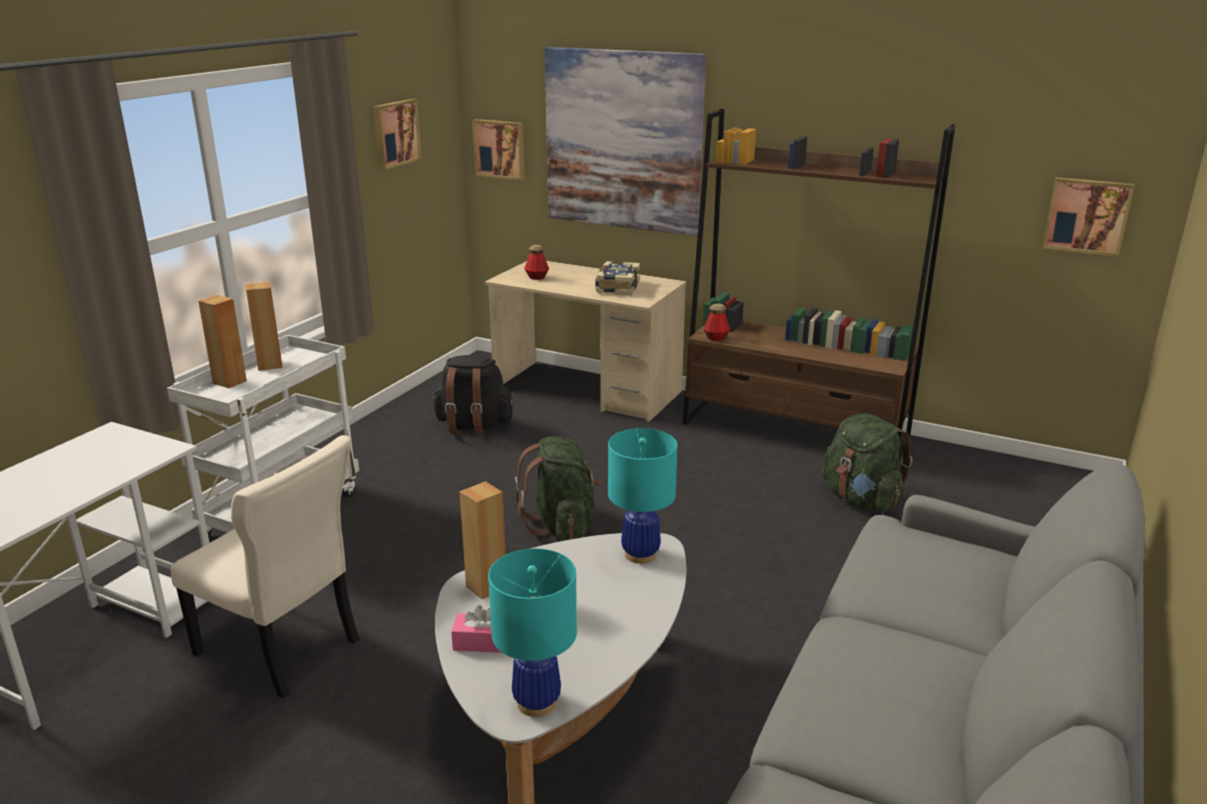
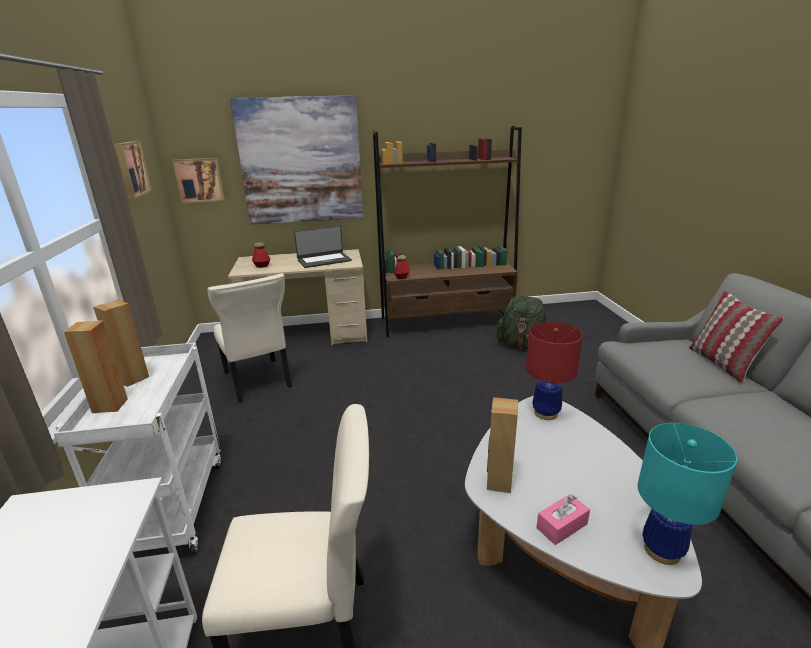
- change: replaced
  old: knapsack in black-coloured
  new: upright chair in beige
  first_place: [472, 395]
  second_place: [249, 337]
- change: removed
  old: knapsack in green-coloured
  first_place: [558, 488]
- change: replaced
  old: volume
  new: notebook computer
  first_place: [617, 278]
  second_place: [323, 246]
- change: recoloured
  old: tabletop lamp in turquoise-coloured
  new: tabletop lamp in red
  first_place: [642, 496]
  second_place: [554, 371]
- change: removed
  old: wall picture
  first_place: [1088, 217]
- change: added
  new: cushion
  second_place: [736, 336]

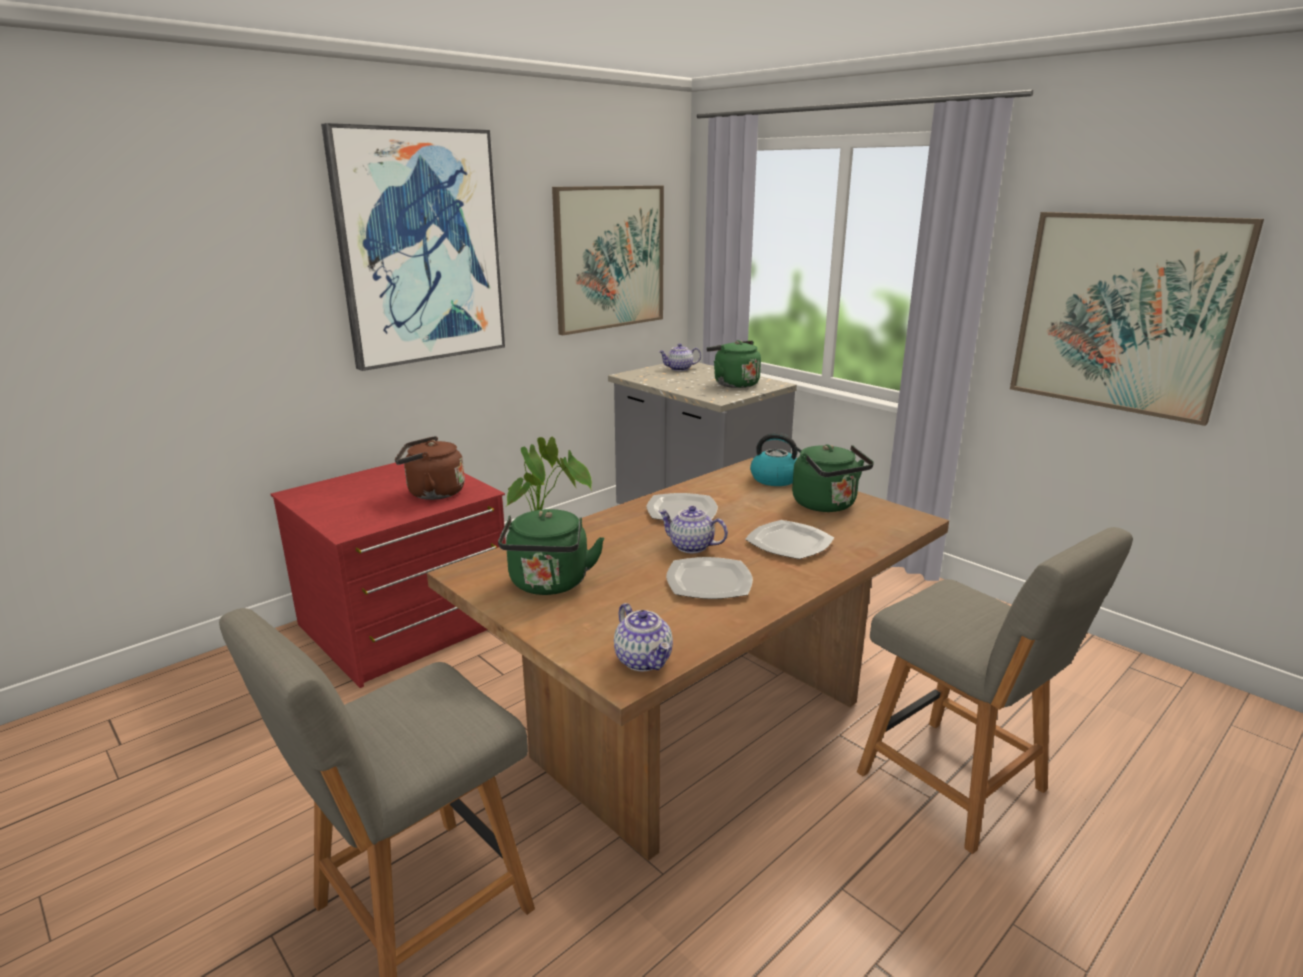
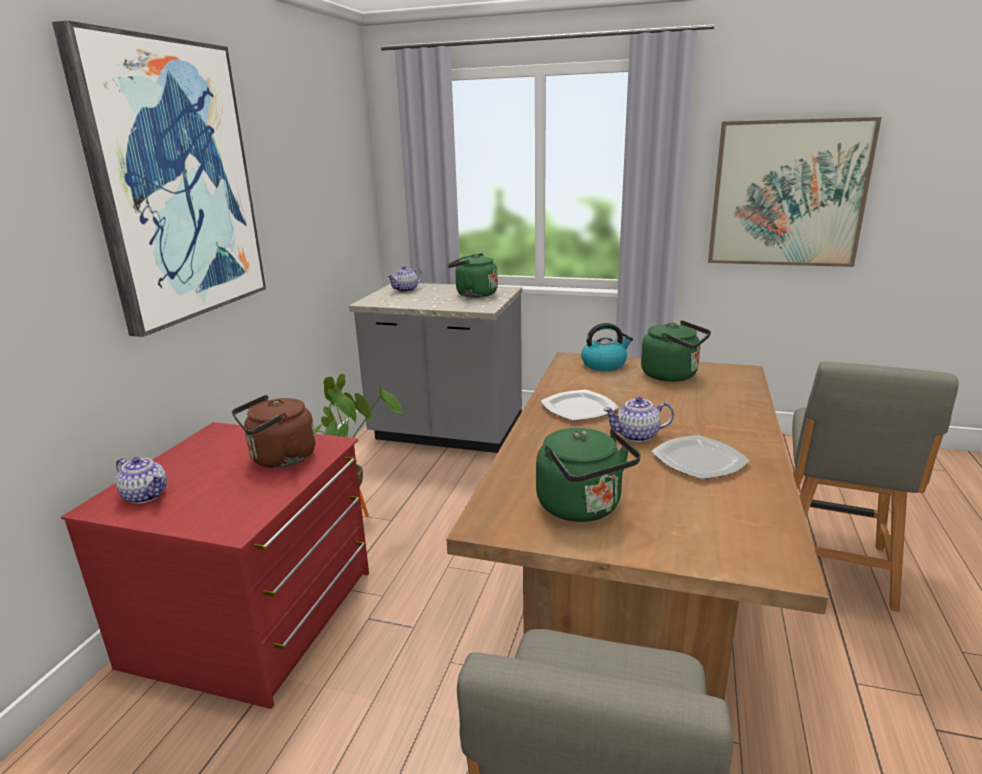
- change: removed
  old: wall picture
  first_place: [608, 260]
- change: moved
  old: teapot
  first_place: [643, 637]
  second_place: [141, 480]
- change: removed
  old: plate
  first_place: [789, 539]
- change: turned
  old: upright chair in grey
  first_place: [995, 690]
  second_place: [875, 486]
  degrees: 90

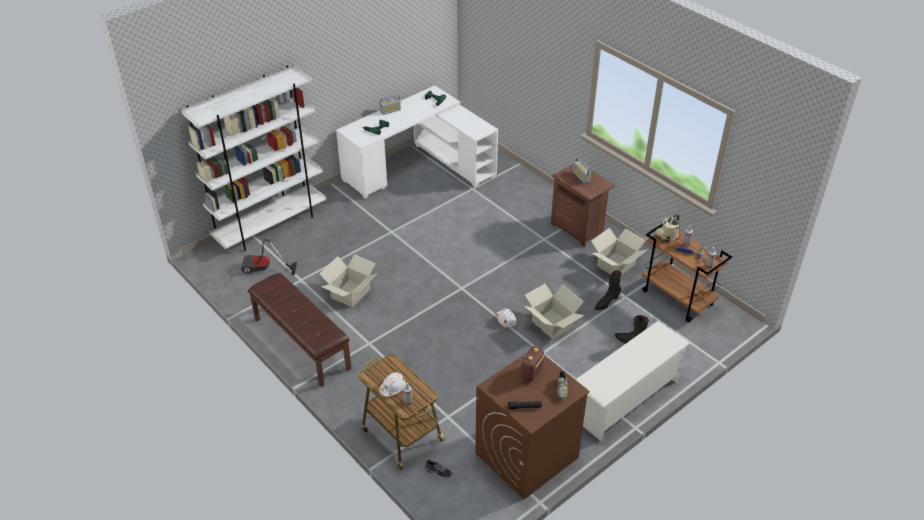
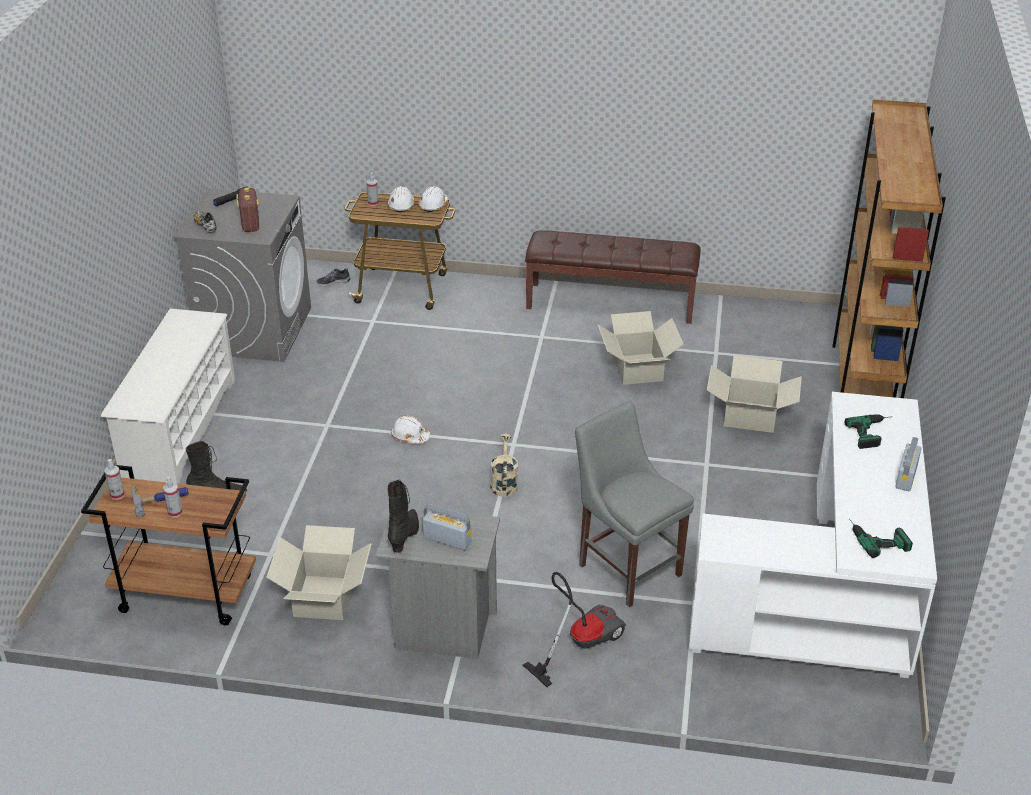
- change: recoloured
  old: bookcase in white
  new: bookcase in brown-coloured
  first_place: [253, 158]
  second_place: [889, 248]
- change: moved
  old: vacuum cleaner
  first_place: [269, 257]
  second_place: [574, 629]
- change: recoloured
  old: laundry appliance in brown-coloured
  new: laundry appliance in grey
  first_place: [532, 425]
  second_place: [242, 275]
- change: moved
  old: packing box
  first_place: [554, 311]
  second_place: [754, 394]
- change: recoloured
  old: bedside table in brown-coloured
  new: bedside table in grey
  first_place: [583, 205]
  second_place: [437, 583]
- change: moved
  old: tall boot in black-coloured
  first_place: [608, 290]
  second_place: [403, 516]
- change: moved
  old: watering pot in beige
  first_place: [668, 228]
  second_place: [504, 465]
- change: added
  new: hard hat in white
  second_place: [433, 199]
- change: added
  new: upright chair in grey
  second_place: [634, 504]

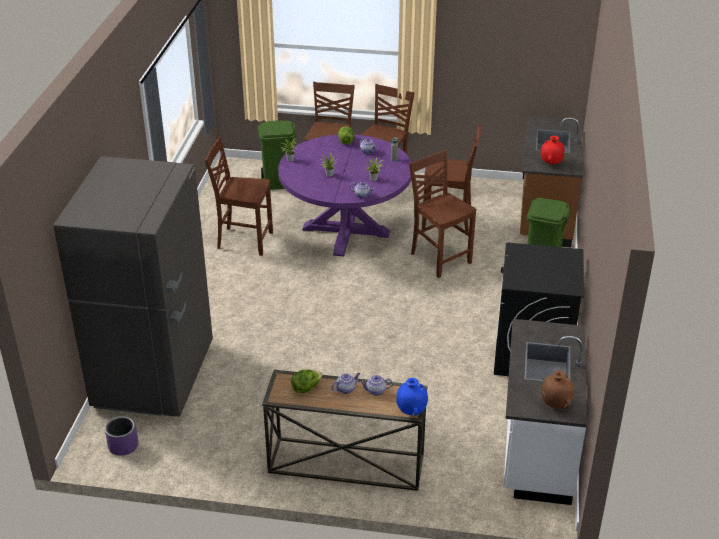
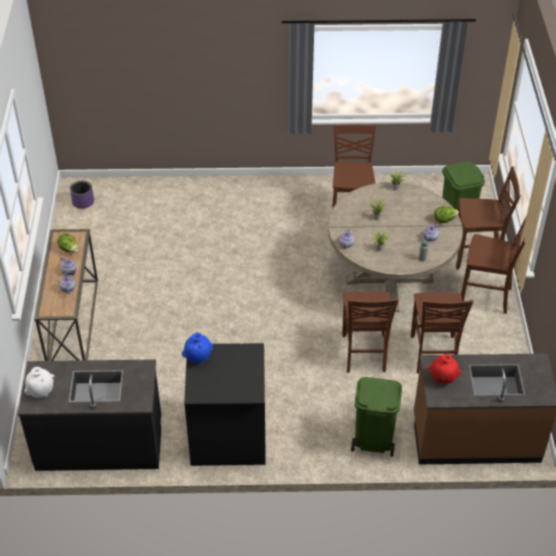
- change: removed
  old: fridge in grey
  first_place: [133, 286]
- change: recoloured
  old: dinner table in purple
  new: dinner table in beige
  first_place: [345, 195]
  second_place: [395, 247]
- change: moved
  old: decorative vase in bluish
  first_place: [412, 396]
  second_place: [198, 348]
- change: turned
  old: upright chair in brown-coloured
  first_place: [442, 213]
  second_place: [370, 332]
  degrees: 135
- change: recoloured
  old: kitchen counter in white
  new: kitchen counter in black-coloured
  first_place: [545, 412]
  second_place: [89, 415]
- change: recoloured
  old: decorative vase in brown-coloured
  new: decorative vase in white
  first_place: [557, 389]
  second_place: [39, 382]

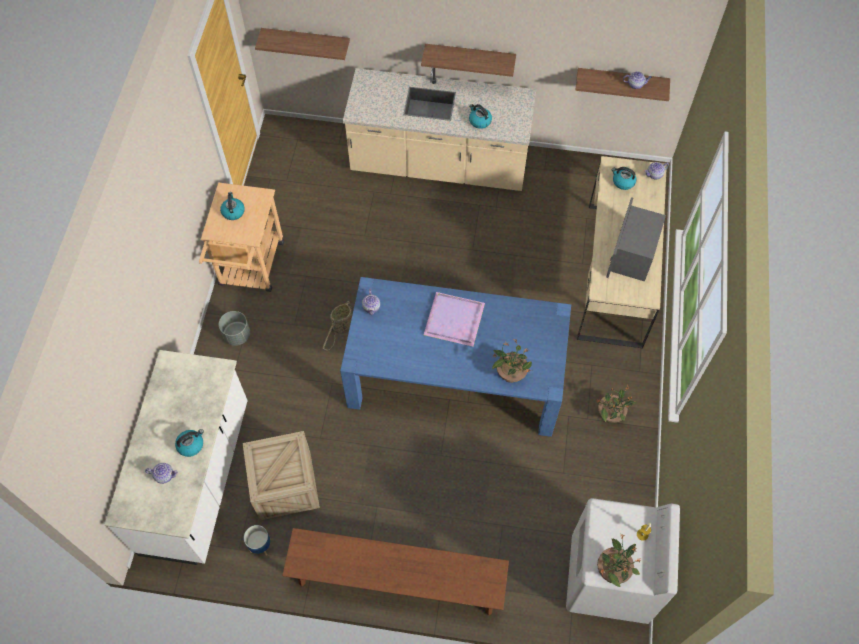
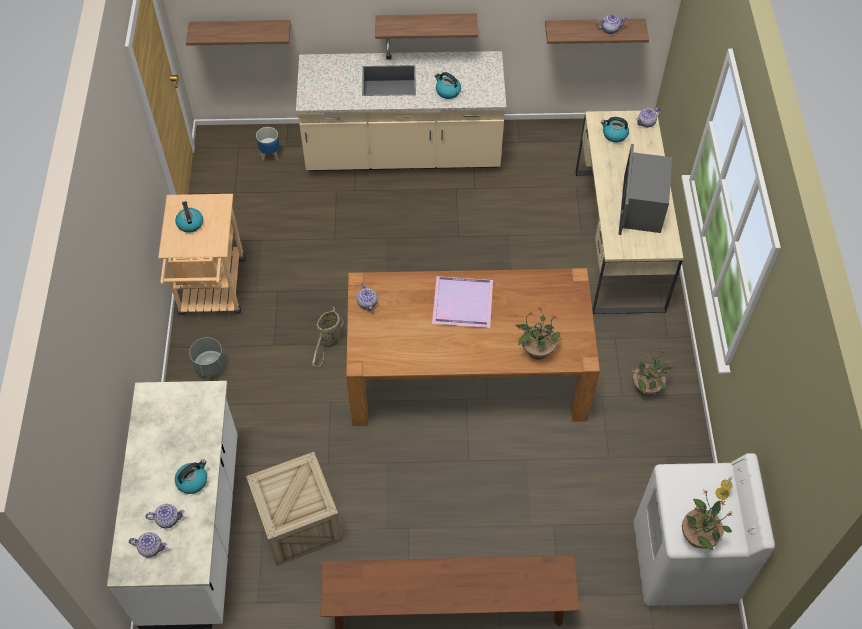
- change: moved
  old: flower pot
  first_place: [257, 540]
  second_place: [268, 144]
- change: recoloured
  old: dinner table in bluish
  new: dinner table in brown-coloured
  first_place: [455, 357]
  second_place: [473, 347]
- change: added
  new: teapot
  second_place: [148, 545]

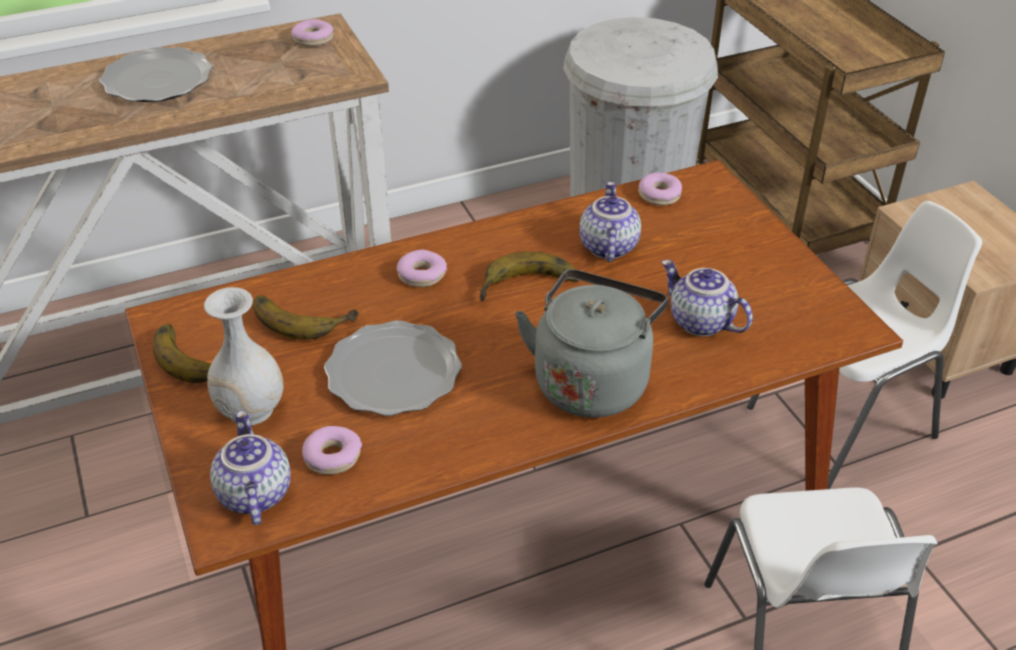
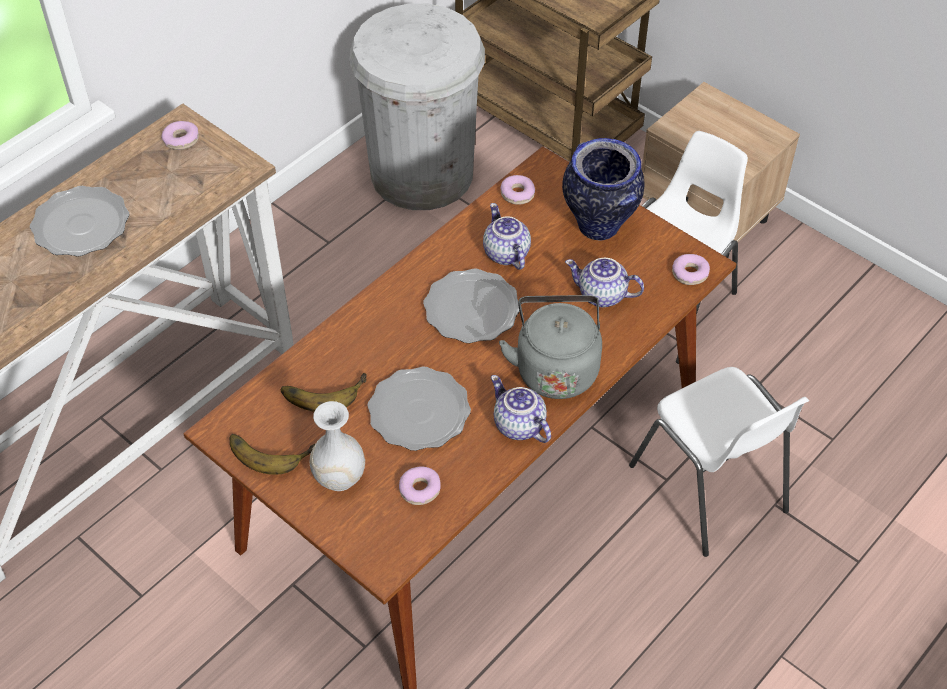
- change: moved
  old: teapot
  first_place: [250, 467]
  second_place: [521, 409]
- change: moved
  old: doughnut
  first_place: [422, 268]
  second_place: [691, 269]
- change: replaced
  old: banana fruit
  new: plate
  first_place: [529, 276]
  second_place: [471, 305]
- change: added
  new: decorative vase
  second_place: [603, 189]

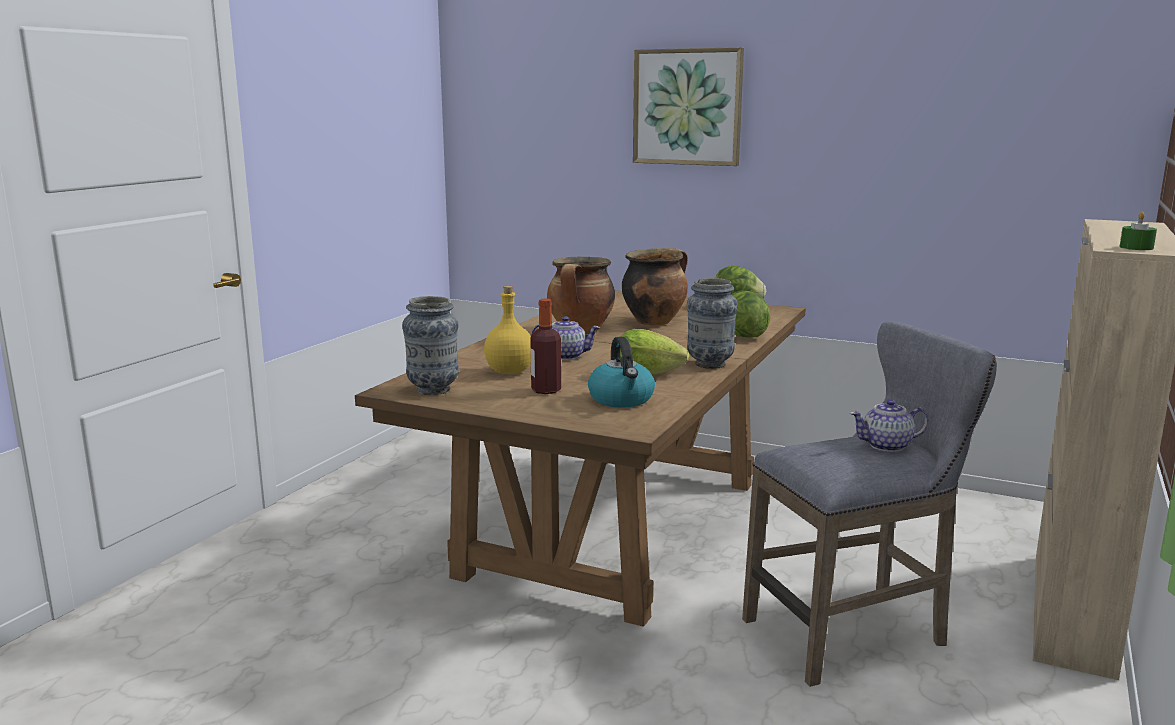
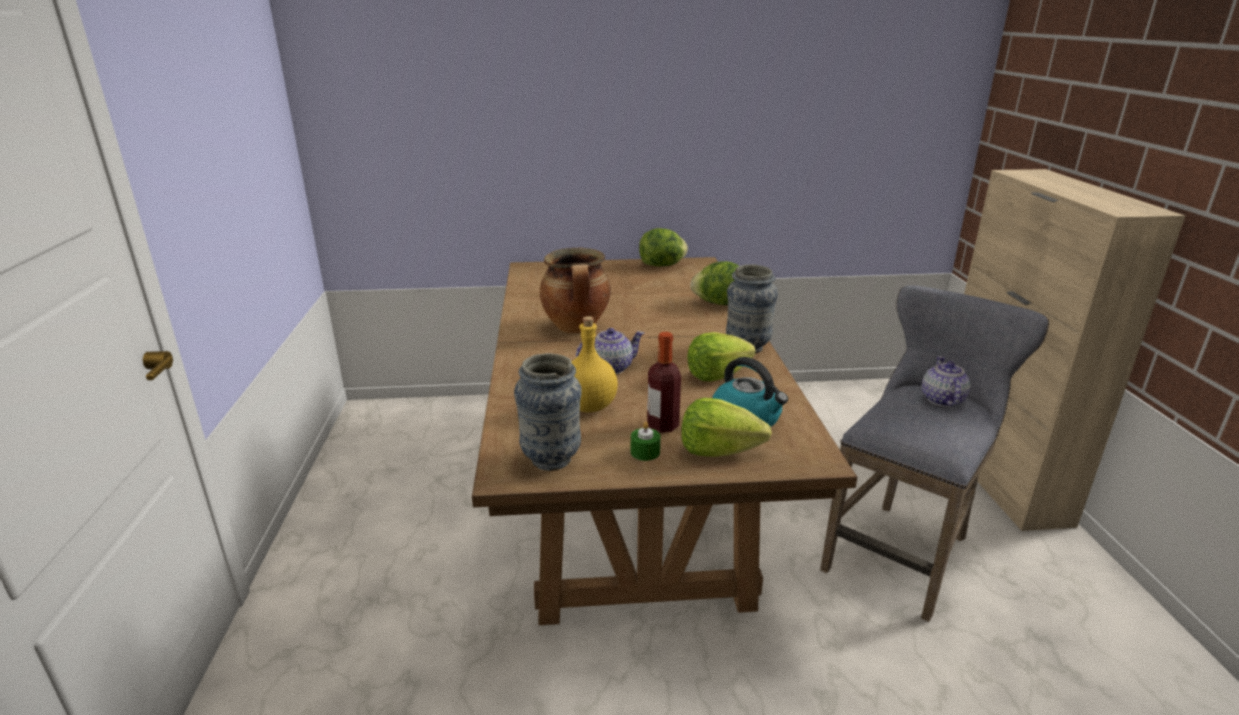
- change: removed
  old: saucepot
  first_place: [655, 287]
- change: removed
  old: wall picture
  first_place: [688, 106]
- change: turned
  old: teapot
  first_place: [889, 425]
  second_place: [946, 381]
  degrees: 135
- change: moved
  old: wax candle in green-coloured
  first_place: [1138, 231]
  second_place: [646, 441]
- change: added
  new: head of lettuce
  second_place: [726, 427]

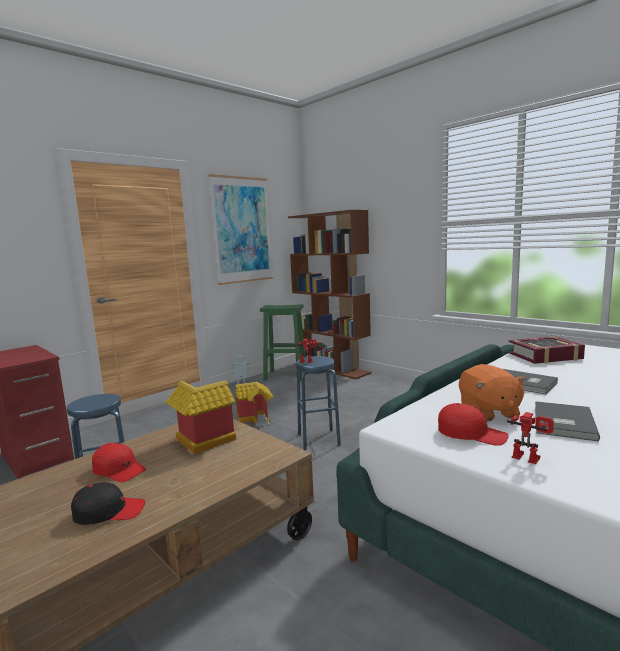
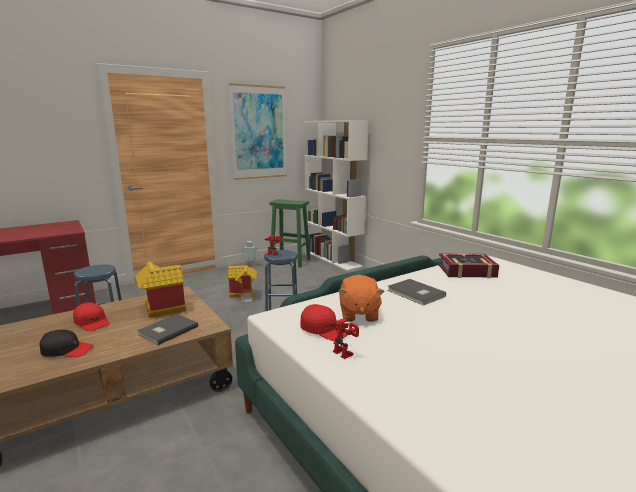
- change: recoloured
  old: bookcase in brown-coloured
  new: bookcase in white
  first_place: [329, 294]
  second_place: [336, 195]
- change: moved
  old: volume in grey
  first_place: [567, 421]
  second_place: [167, 329]

